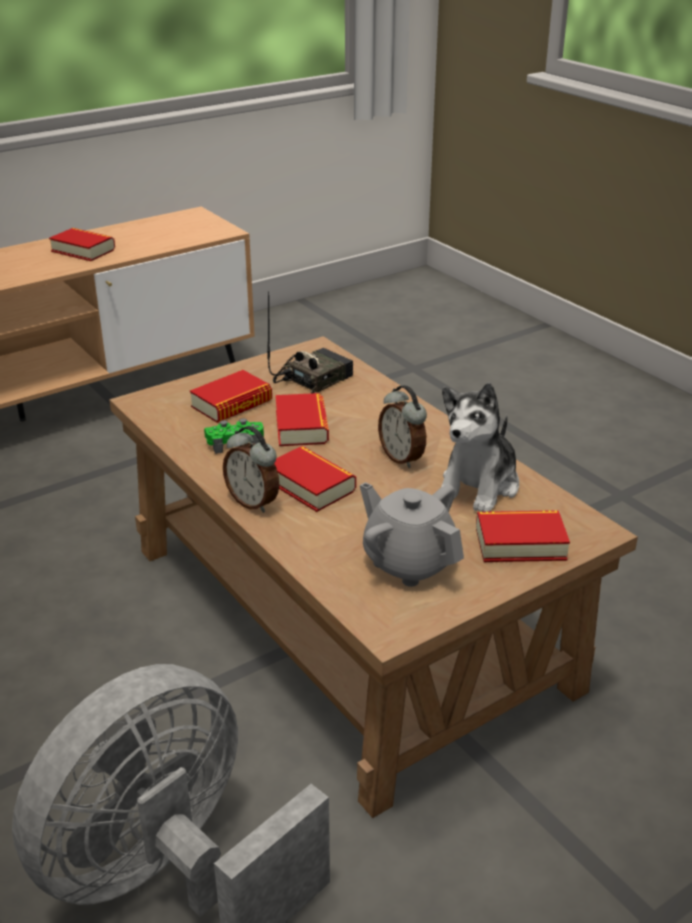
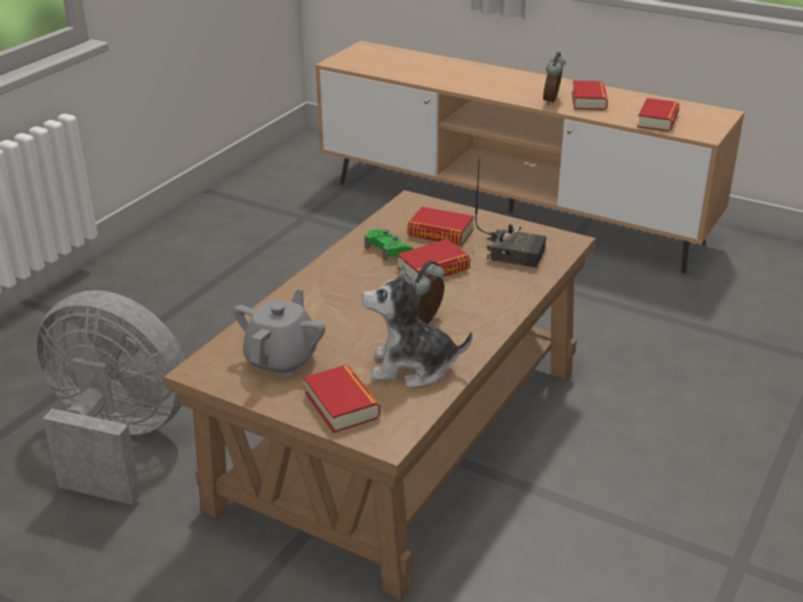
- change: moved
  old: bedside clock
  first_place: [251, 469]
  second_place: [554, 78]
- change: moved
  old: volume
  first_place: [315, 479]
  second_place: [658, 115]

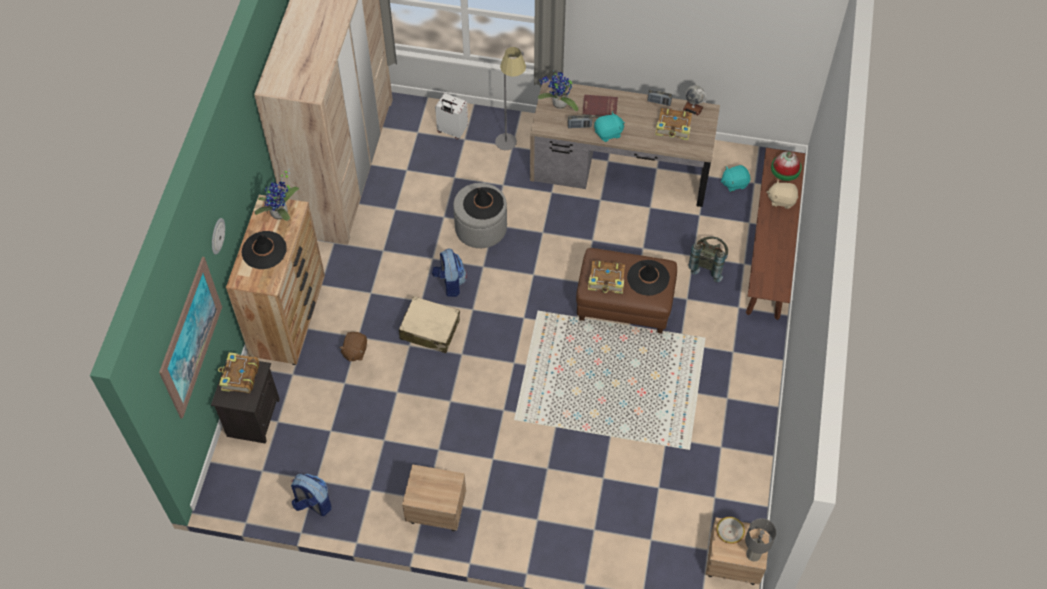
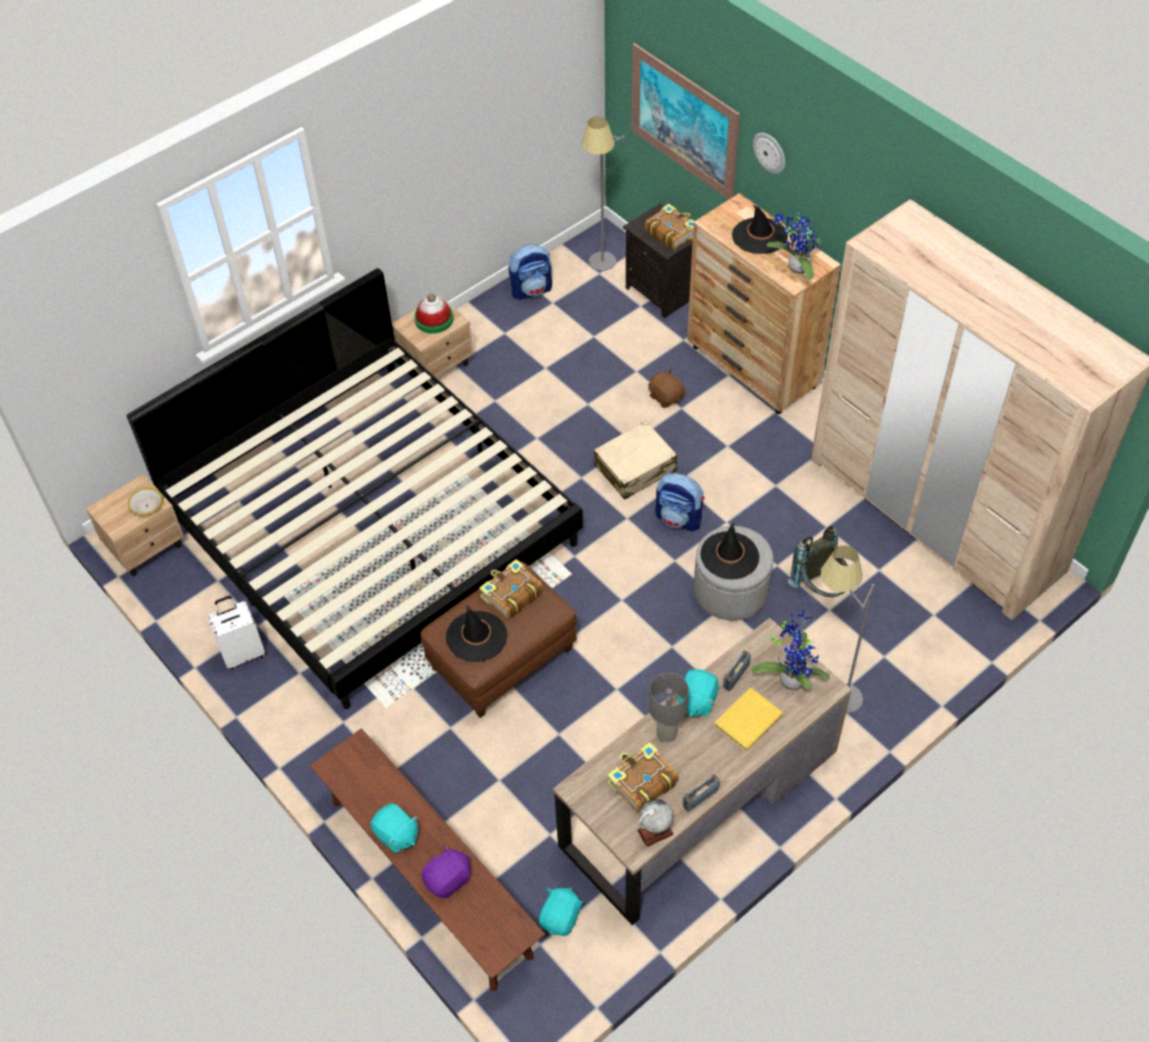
- change: moved
  old: piece of luggage in white
  first_place: [451, 116]
  second_place: [237, 632]
- change: recoloured
  old: volume in red
  new: volume in yellowish
  first_place: [600, 106]
  second_place: [748, 719]
- change: moved
  old: knapsack in grey
  first_place: [708, 259]
  second_place: [817, 561]
- change: moved
  old: tabletop lamp in grey
  first_place: [760, 539]
  second_place: [669, 707]
- change: recoloured
  old: soft toy in beige
  new: soft toy in purple
  first_place: [782, 194]
  second_place: [446, 872]
- change: moved
  old: wearable hat
  first_place: [786, 166]
  second_place: [433, 314]
- change: added
  new: bedroom bed
  second_place: [355, 488]
- change: added
  new: soft toy in turquoise-coloured
  second_place: [394, 828]
- change: added
  new: floor lamp in grey
  second_place: [603, 193]

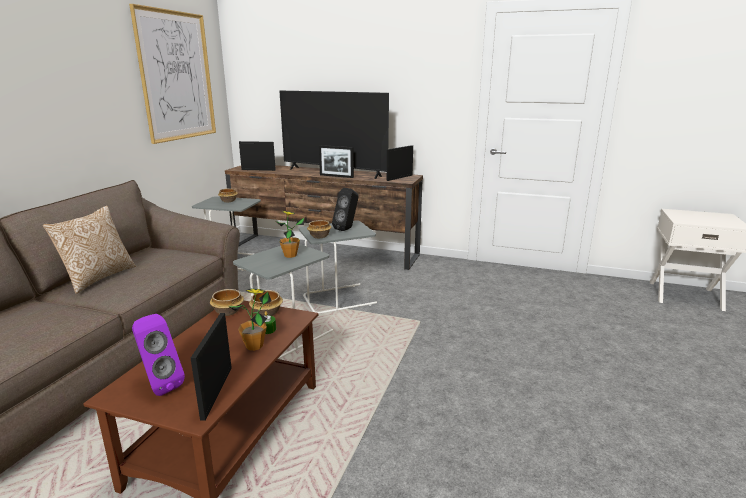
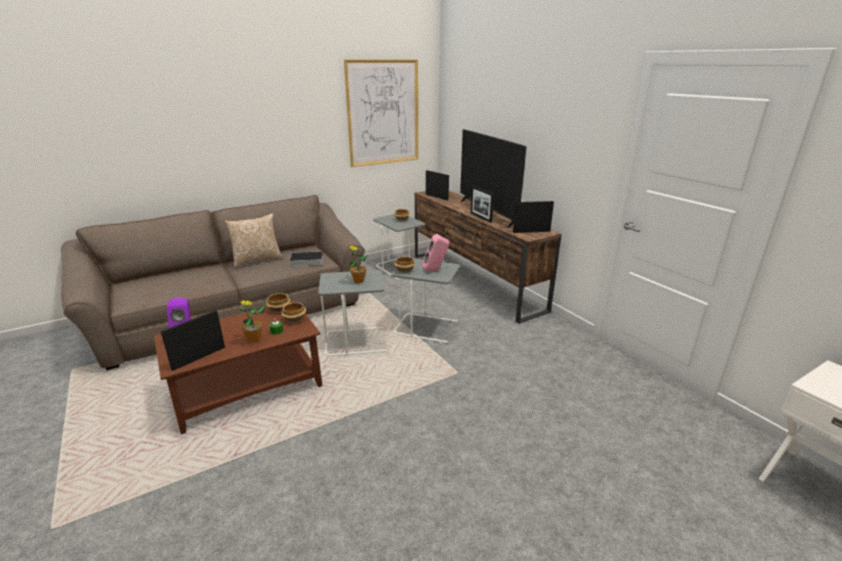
- change: recoloured
  old: loudspeaker in black-coloured
  new: loudspeaker in pink
  first_place: [345, 209]
  second_place: [435, 253]
- change: added
  new: volume
  second_place: [306, 258]

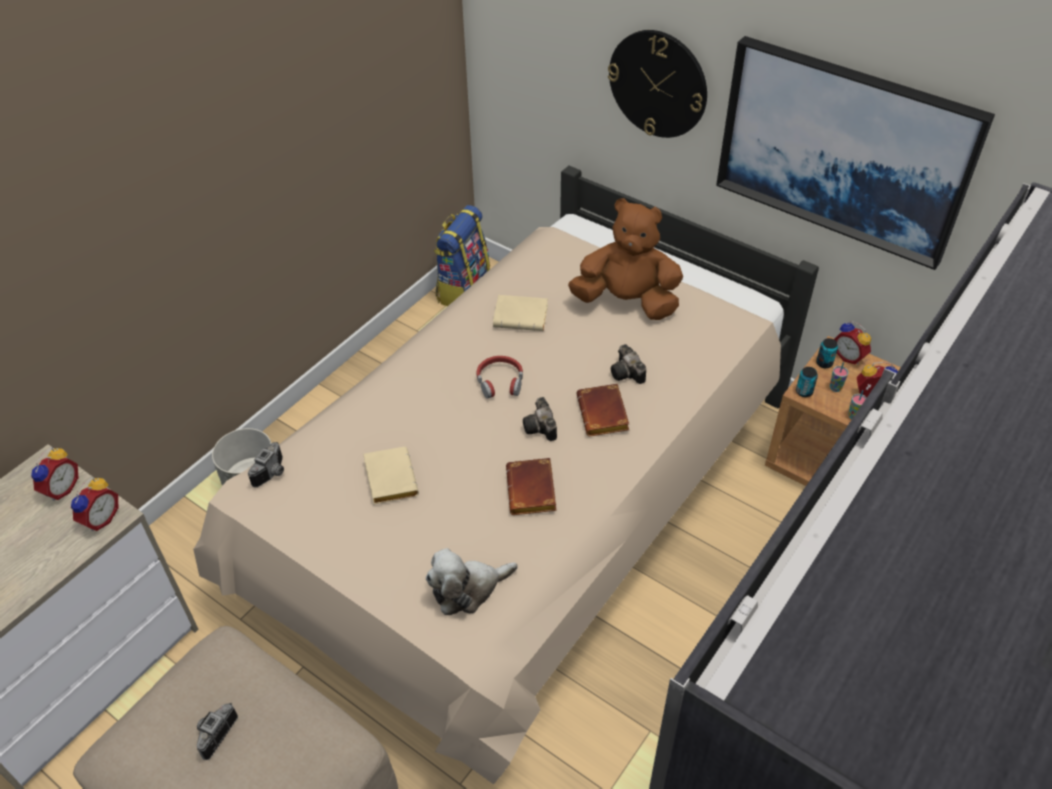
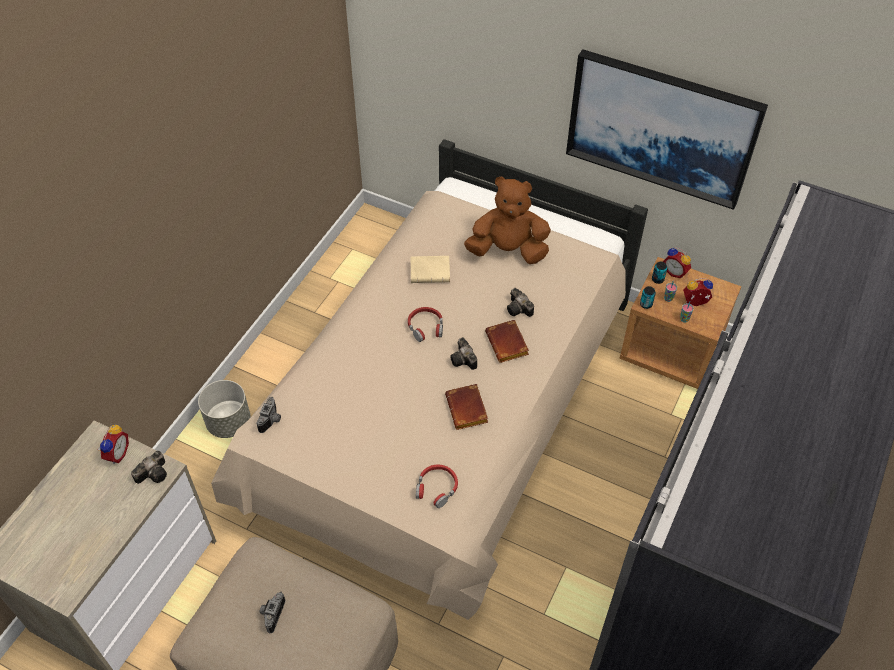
- change: replaced
  old: bedside clock
  new: photo camera
  first_place: [94, 504]
  second_place: [149, 467]
- change: removed
  old: volume in beige
  first_place: [391, 476]
- change: replaced
  old: soft toy
  new: pair of headphones in red
  first_place: [472, 581]
  second_place: [437, 486]
- change: removed
  old: knapsack
  first_place: [462, 255]
- change: removed
  old: clock on the wall
  first_place: [657, 84]

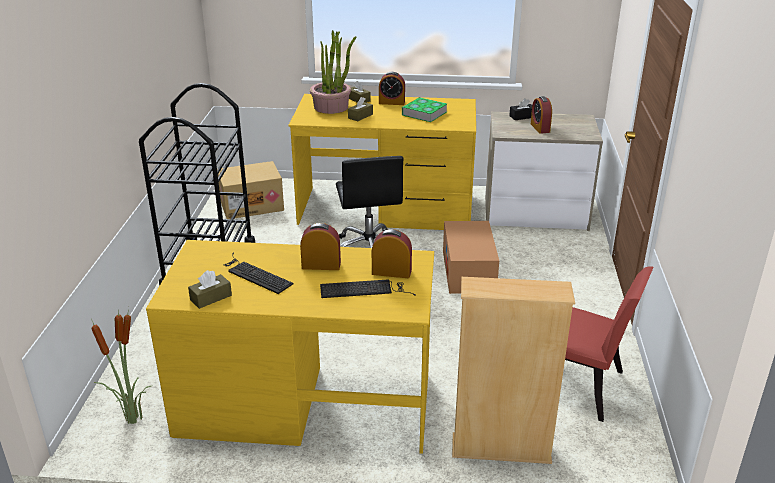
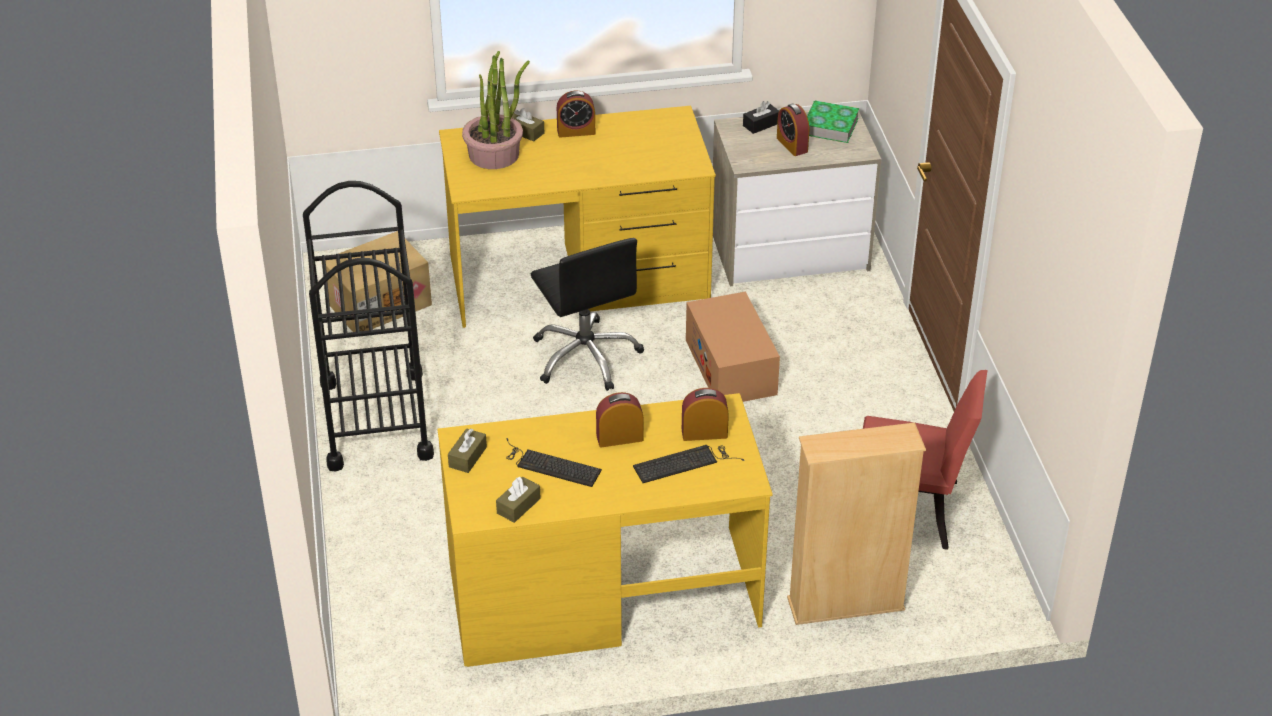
- change: removed
  old: potted plant
  first_place: [121, 366]
- change: moved
  old: tissue box in brown-coloured
  first_place: [360, 109]
  second_place: [467, 450]
- change: moved
  old: volume
  first_place: [424, 109]
  second_place: [833, 122]

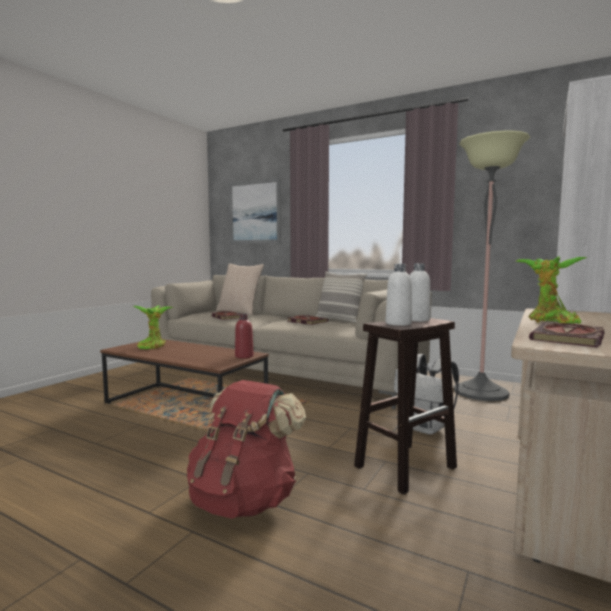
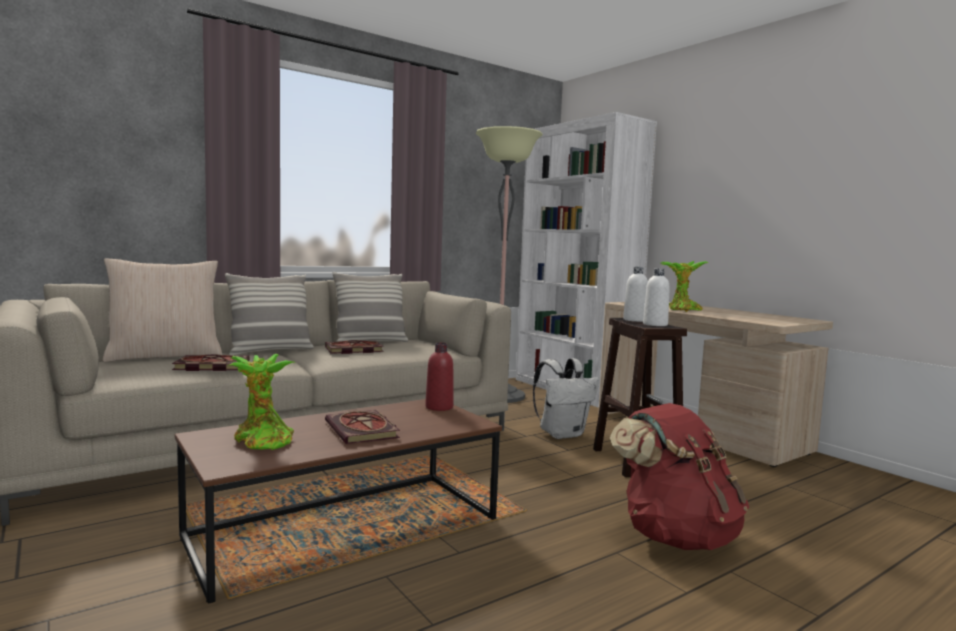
- change: removed
  old: wall picture
  first_place: [255, 211]
- change: moved
  old: volume
  first_place: [567, 335]
  second_place: [362, 427]
- change: added
  new: cushion
  second_place: [269, 314]

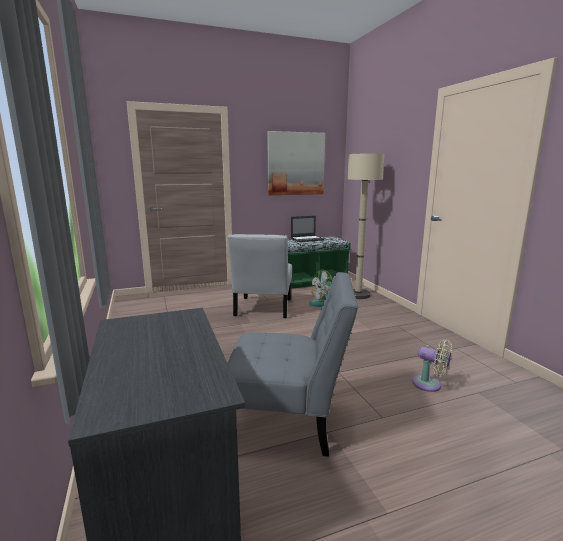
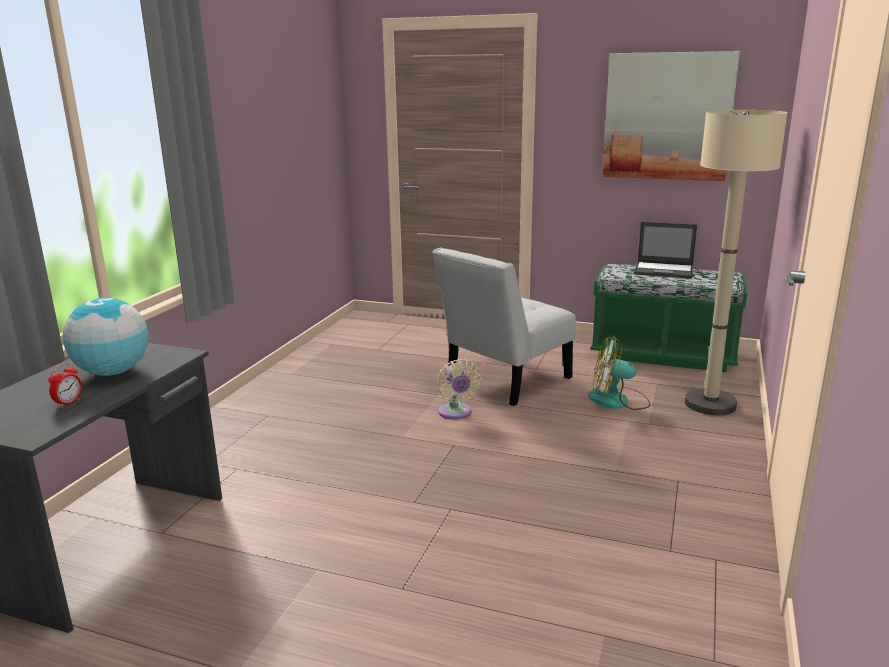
- change: removed
  old: upright chair in grey
  first_place: [292, 364]
- change: moved
  old: cooling fan in beige
  first_place: [432, 366]
  second_place: [459, 389]
- change: added
  new: bedside clock
  second_place: [65, 385]
- change: added
  new: globe
  second_place: [106, 337]

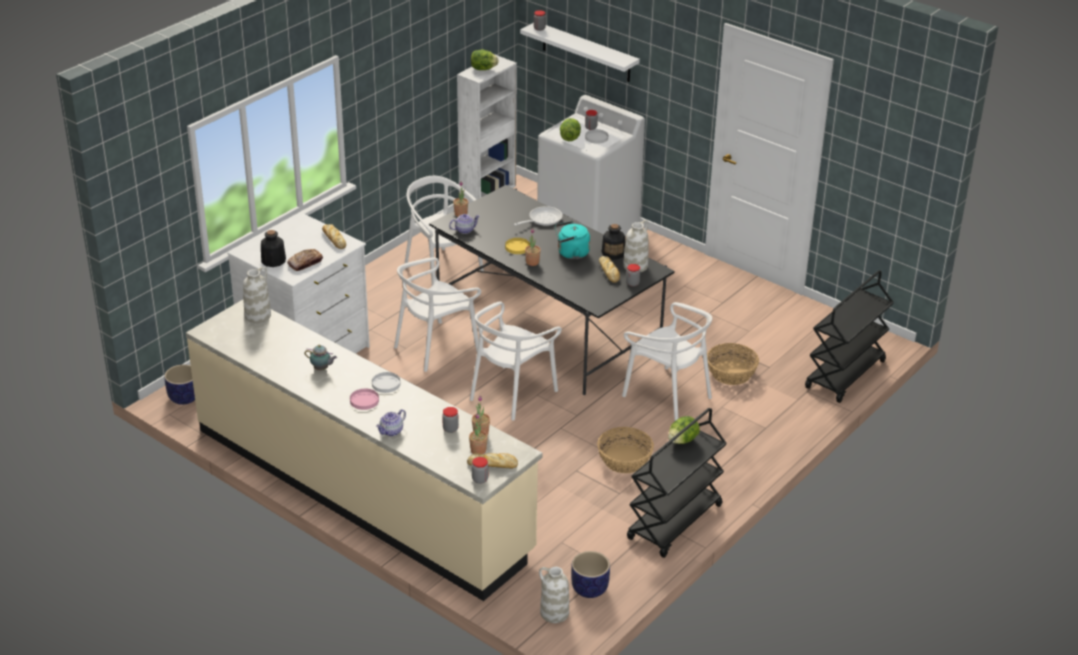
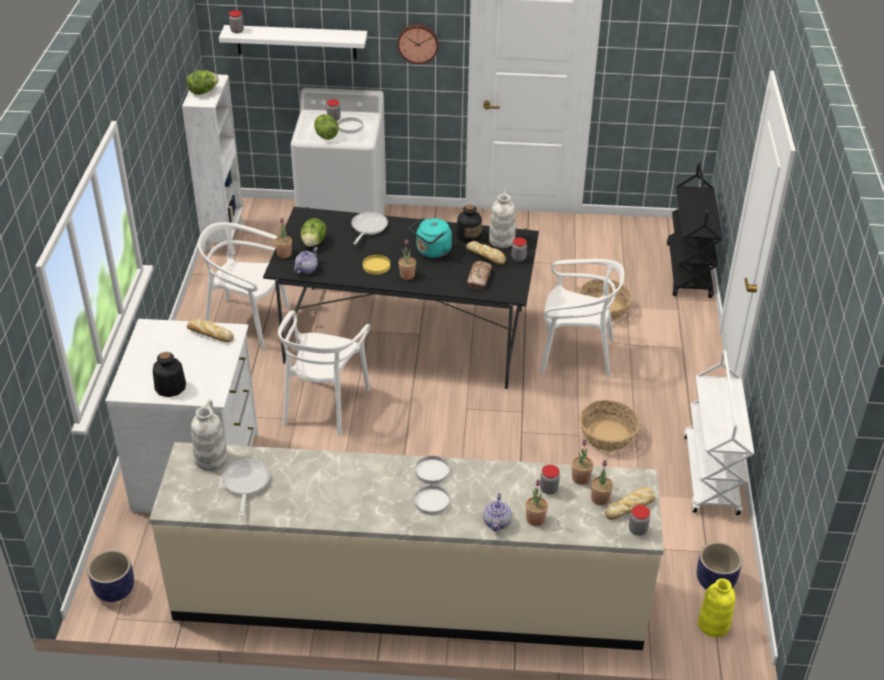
- change: moved
  old: baked bread
  first_place: [305, 260]
  second_place: [479, 275]
- change: removed
  old: teapot
  first_place: [321, 357]
- change: recoloured
  old: plate in pink
  new: plate in white
  first_place: [364, 399]
  second_place: [432, 500]
- change: removed
  old: upright chair in white
  first_place: [516, 360]
- change: recoloured
  old: decorative vase in white
  new: decorative vase in yellowish
  first_place: [554, 595]
  second_place: [716, 607]
- change: recoloured
  old: trolley in black-coloured
  new: trolley in white
  first_place: [677, 483]
  second_place: [719, 433]
- change: moved
  old: head of lettuce
  first_place: [684, 430]
  second_place: [313, 232]
- change: added
  new: frying pan
  second_place: [246, 488]
- change: added
  new: clock on the wall
  second_place: [418, 44]
- change: added
  new: potted plant
  second_place: [537, 502]

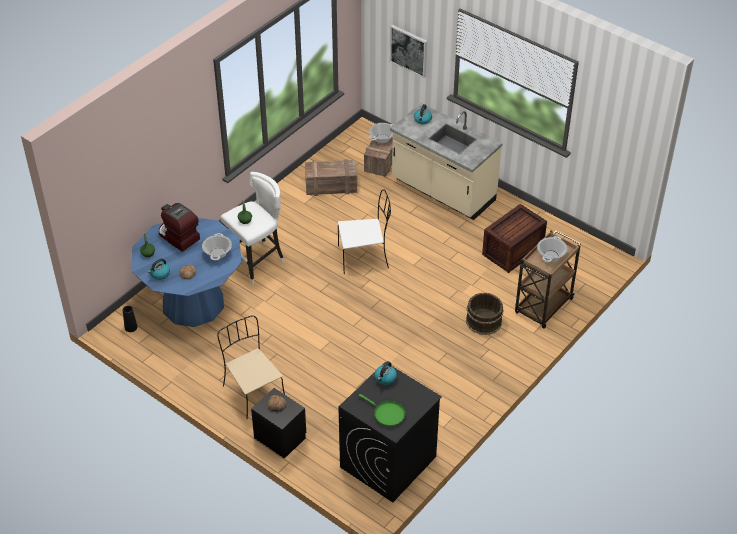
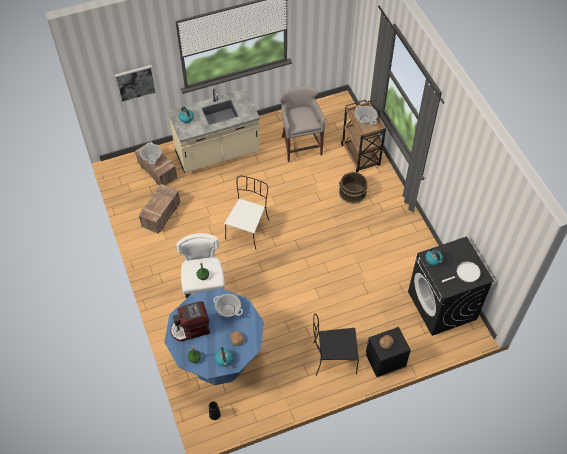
- change: recoloured
  old: upright chair in beige
  new: upright chair in black-coloured
  first_place: [251, 367]
  second_place: [336, 344]
- change: recoloured
  old: frying pan in green-coloured
  new: frying pan in white
  first_place: [382, 410]
  second_place: [461, 272]
- change: replaced
  old: crate
  new: stool in grey
  first_place: [514, 238]
  second_place: [302, 124]

